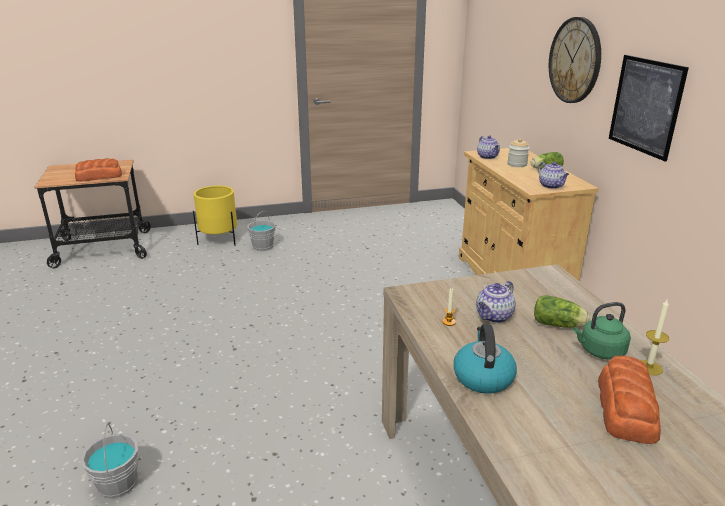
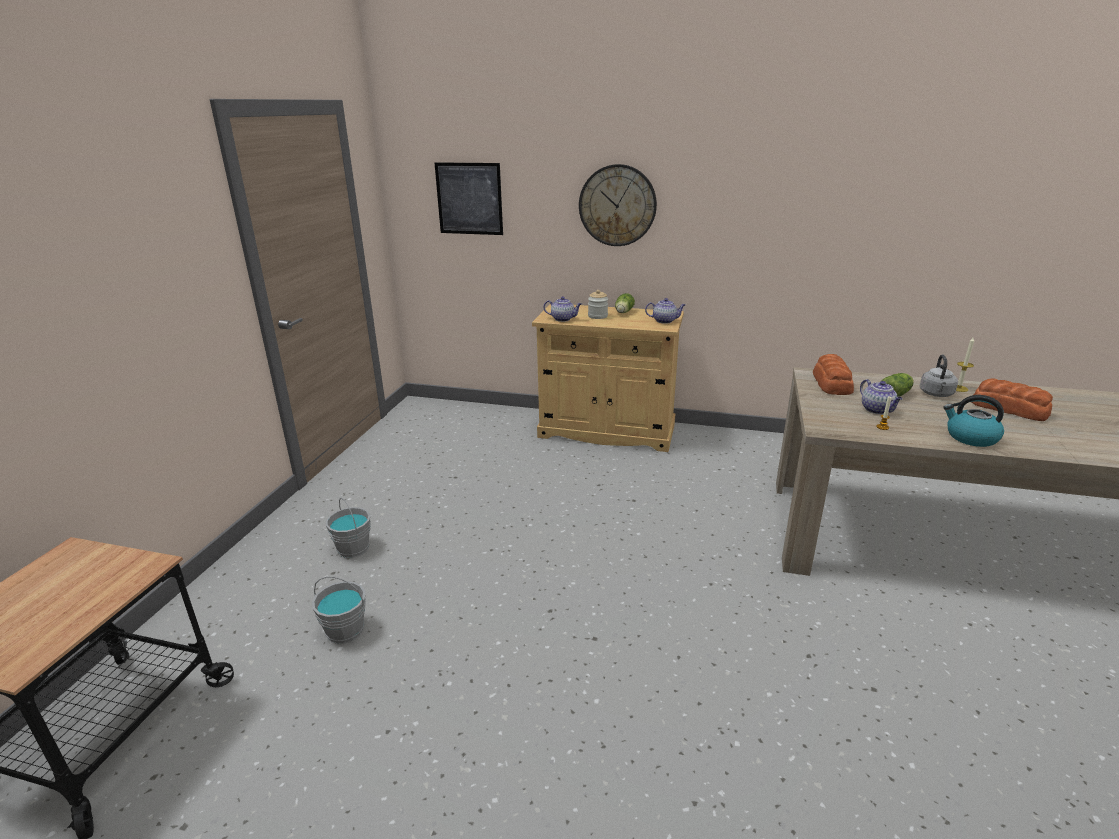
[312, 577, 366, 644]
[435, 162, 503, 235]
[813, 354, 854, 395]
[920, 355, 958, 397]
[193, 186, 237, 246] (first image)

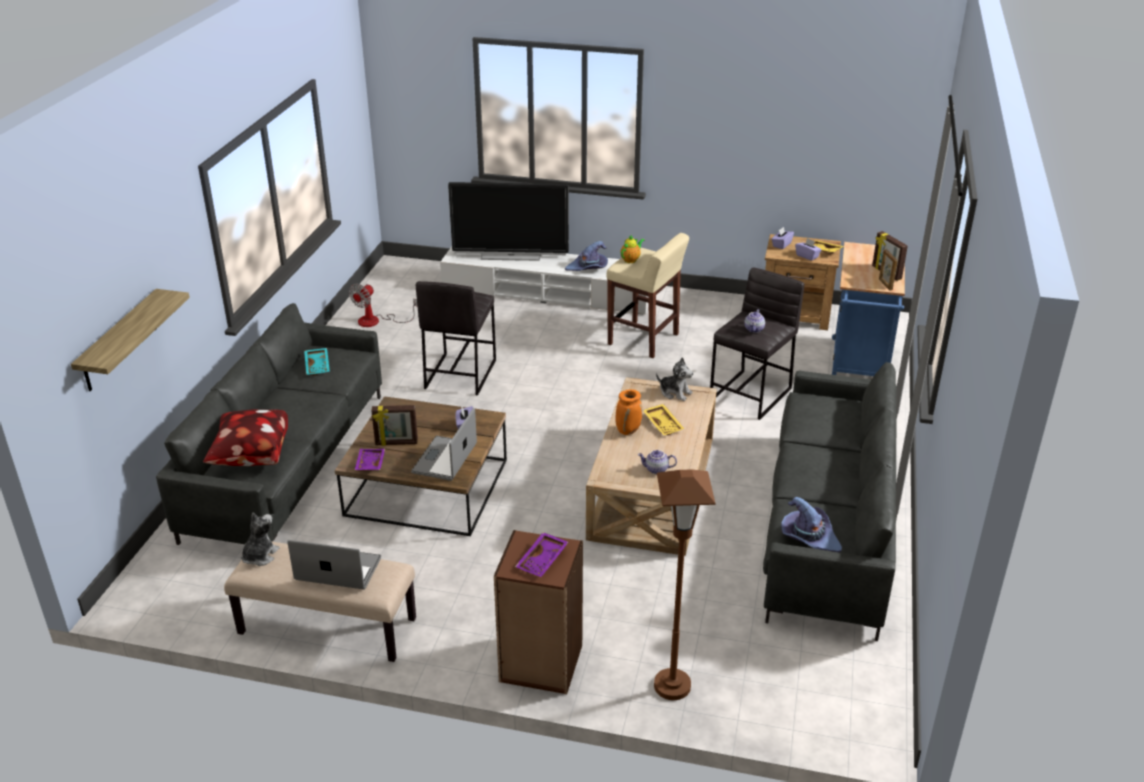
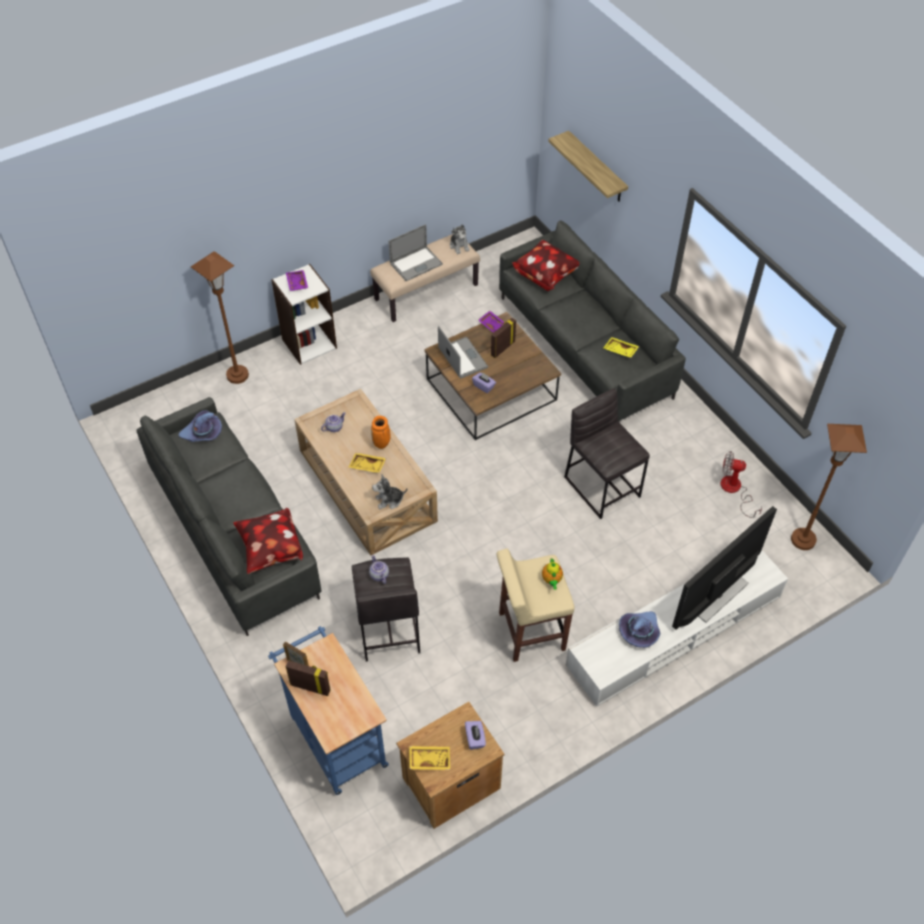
[233, 508, 303, 574]
[271, 264, 337, 365]
[603, 337, 639, 358]
[721, 451, 762, 518]
[791, 424, 867, 550]
[795, 238, 822, 261] (first image)

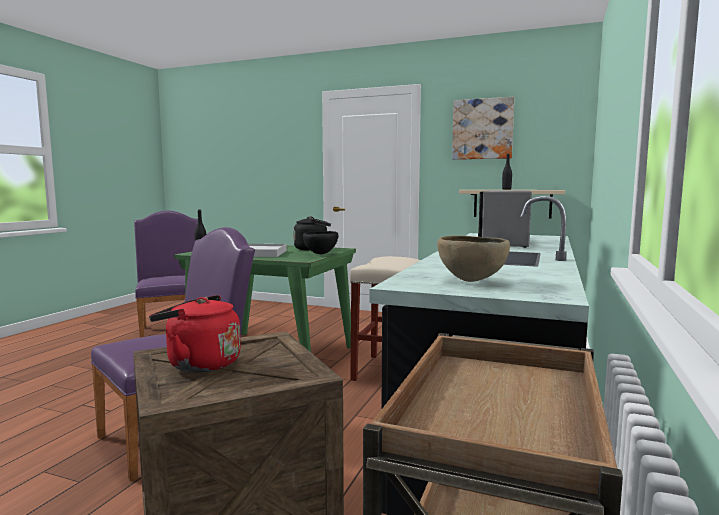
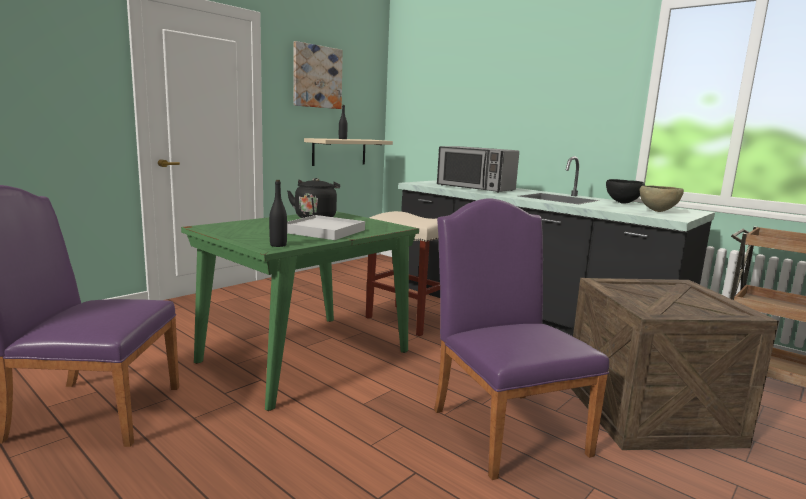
[606, 179, 645, 204]
[149, 295, 241, 373] (first image)

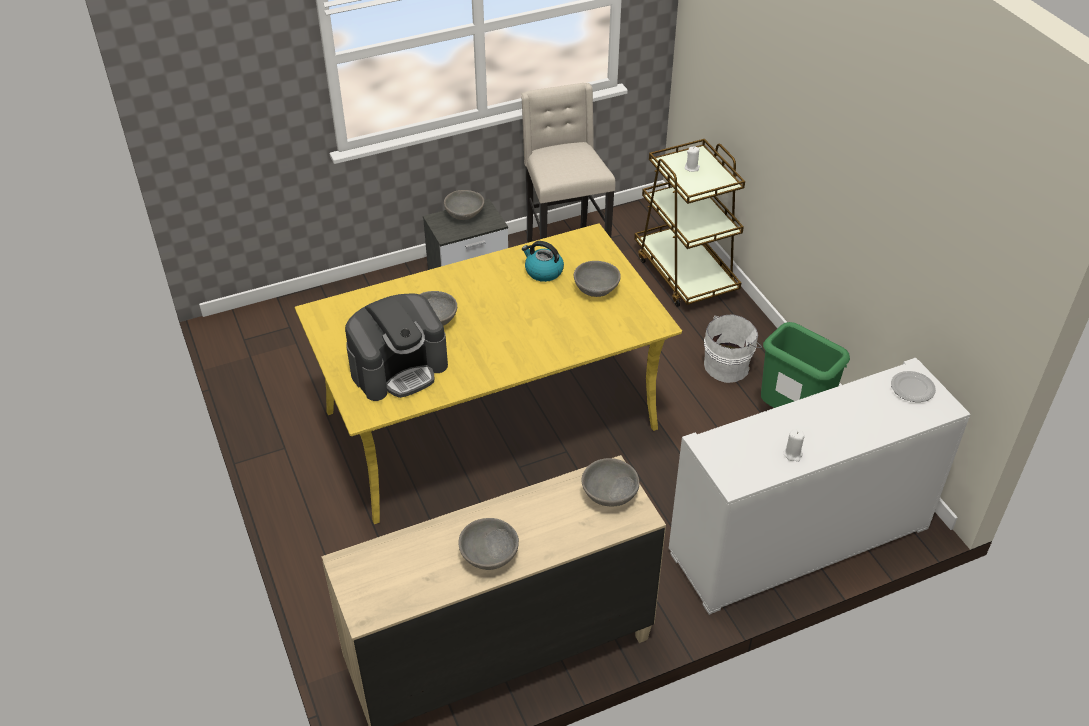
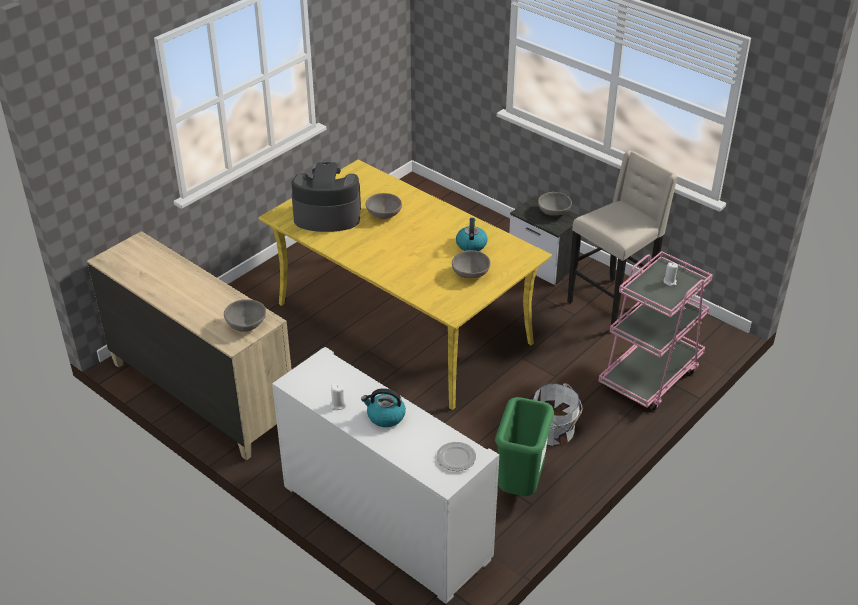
[292, 162, 361, 232]
[361, 388, 406, 427]
[598, 251, 713, 410]
[458, 518, 519, 570] (first image)

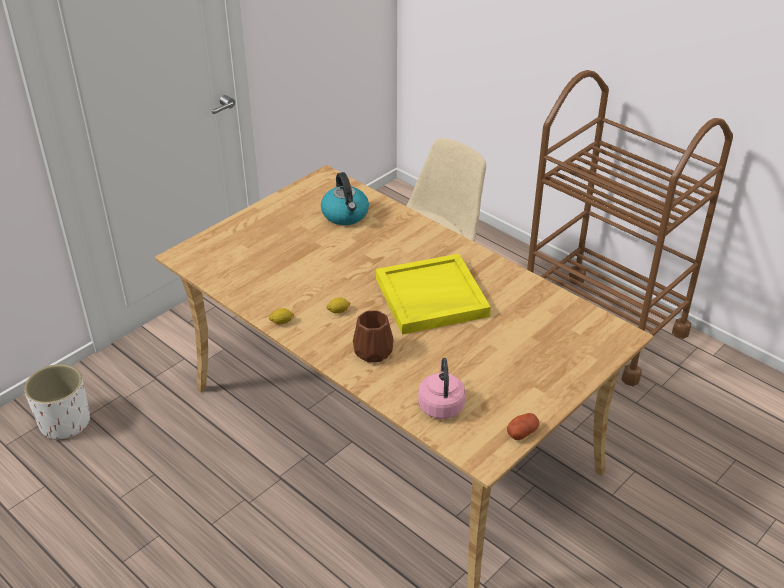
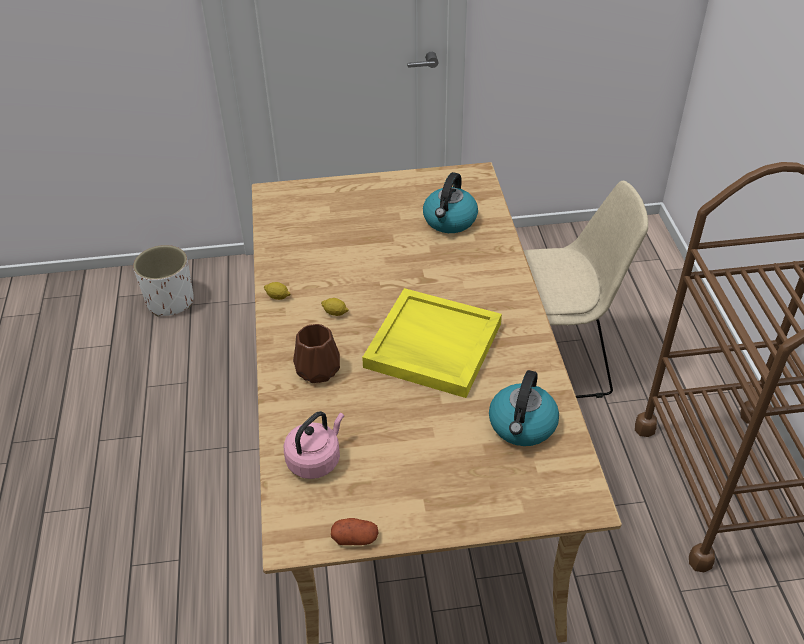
[489, 370, 559, 446]

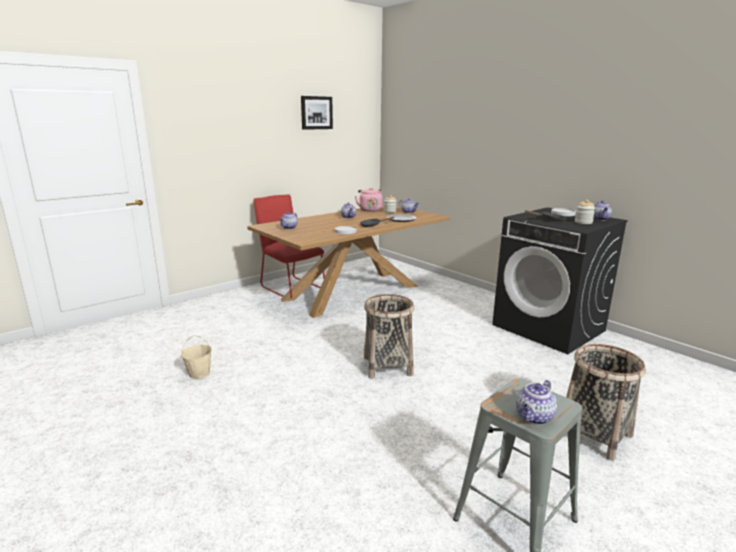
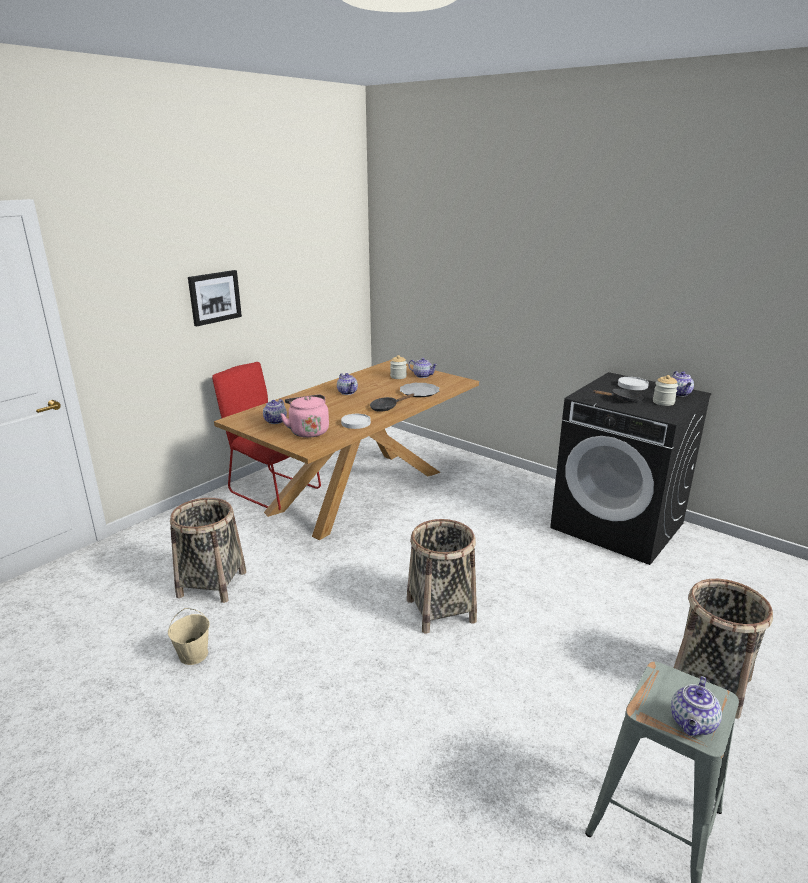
[170, 498, 246, 603]
[188, 270, 242, 326]
[280, 394, 329, 438]

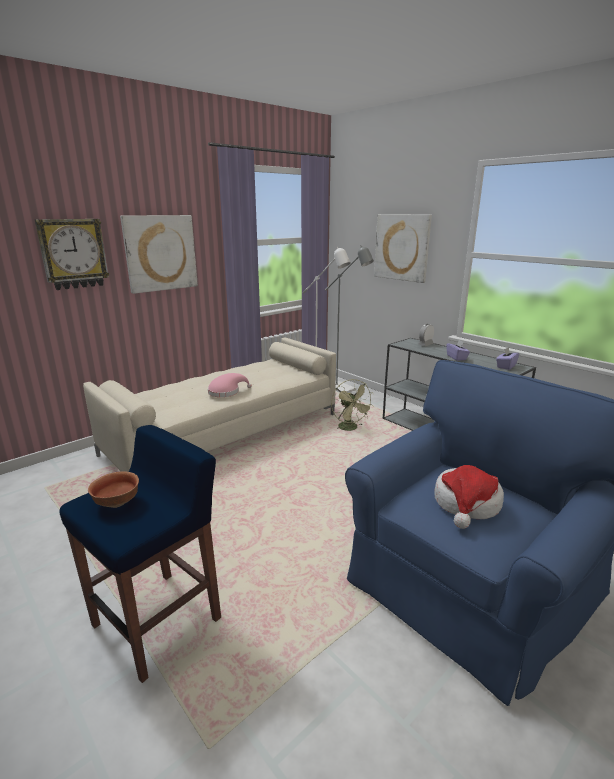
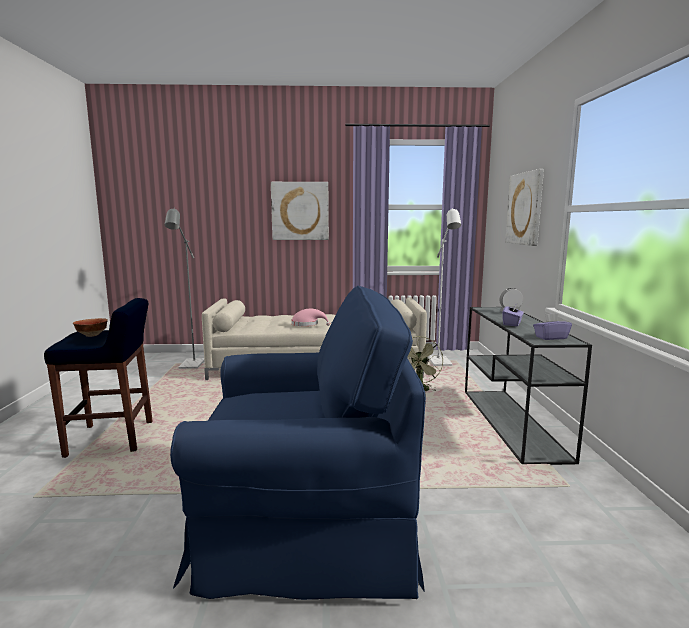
[164, 208, 204, 369]
[35, 219, 109, 290] (first image)
[435, 465, 504, 529] (first image)

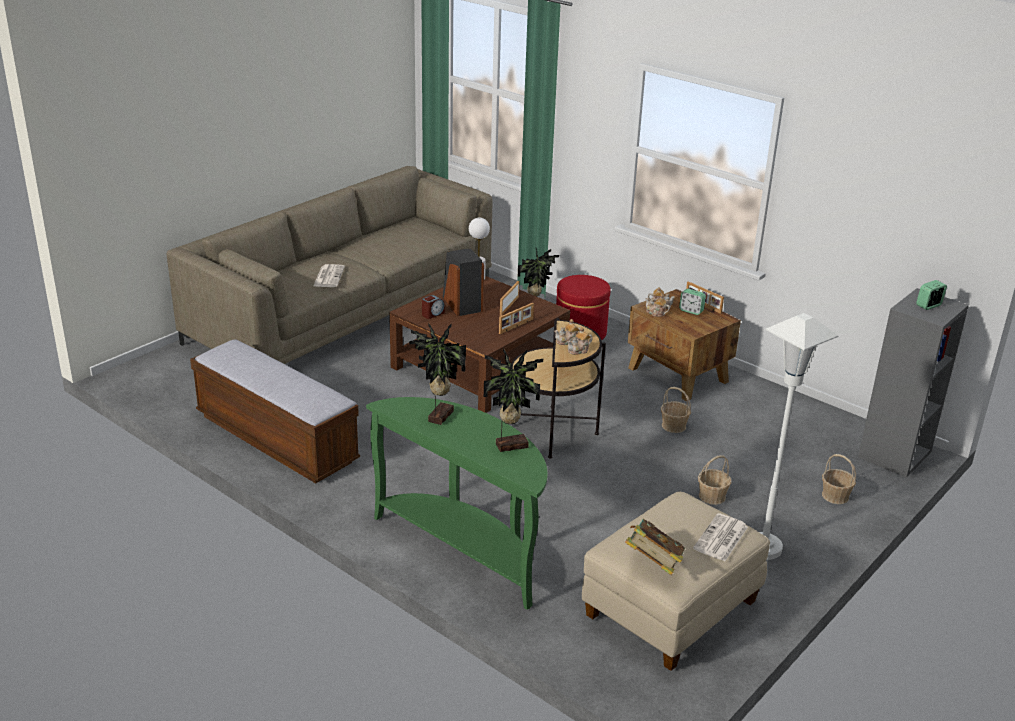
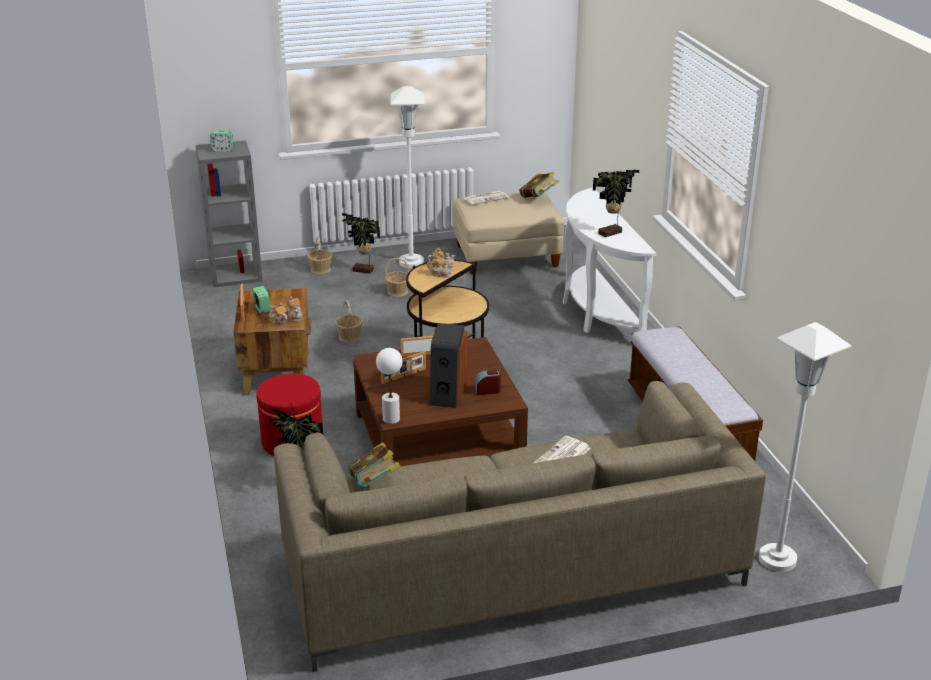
[342, 213, 380, 274]
[348, 442, 401, 487]
[563, 188, 656, 333]
[759, 322, 851, 572]

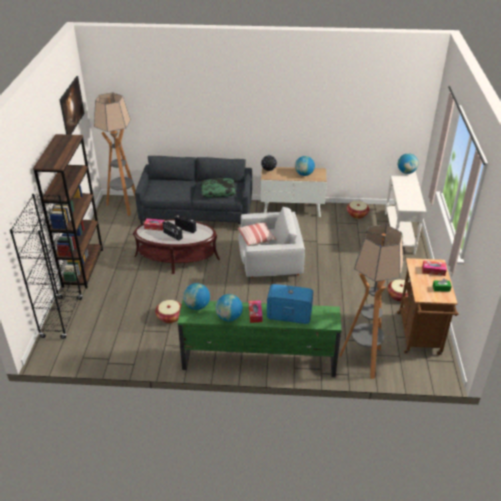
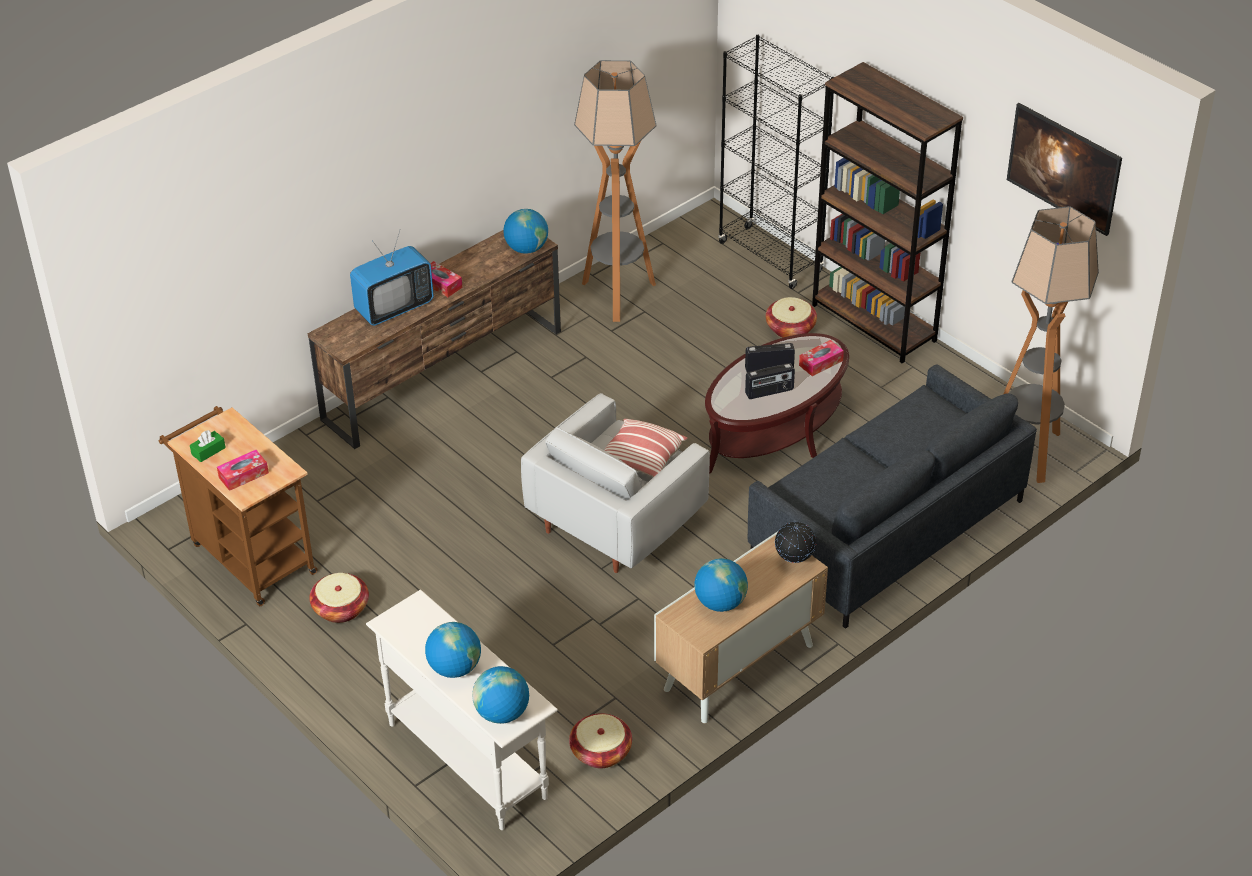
[308, 230, 561, 449]
[425, 622, 481, 678]
[574, 60, 656, 322]
[766, 297, 817, 338]
[200, 178, 236, 197] (first image)

